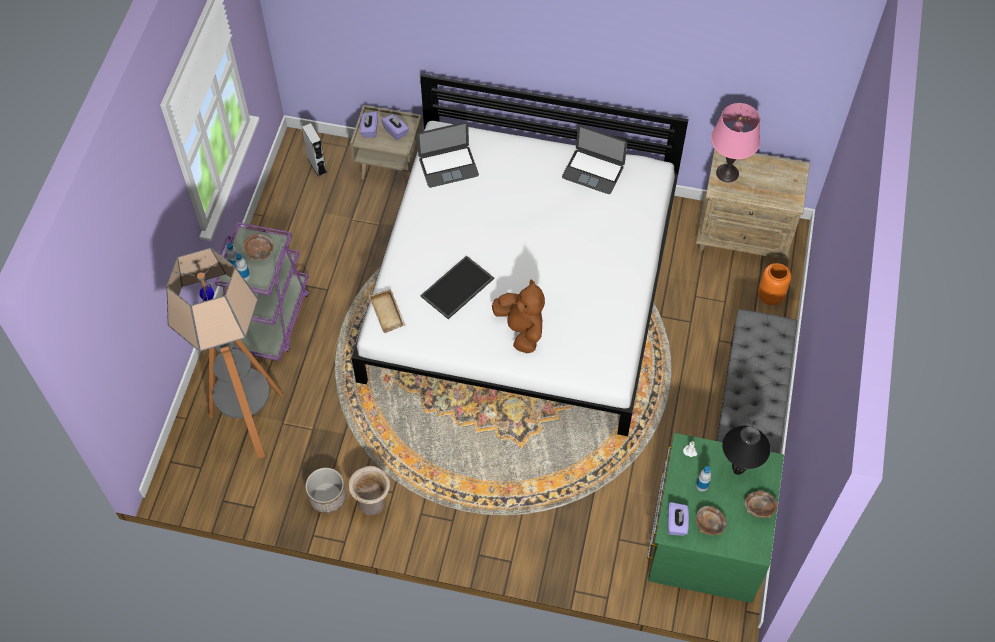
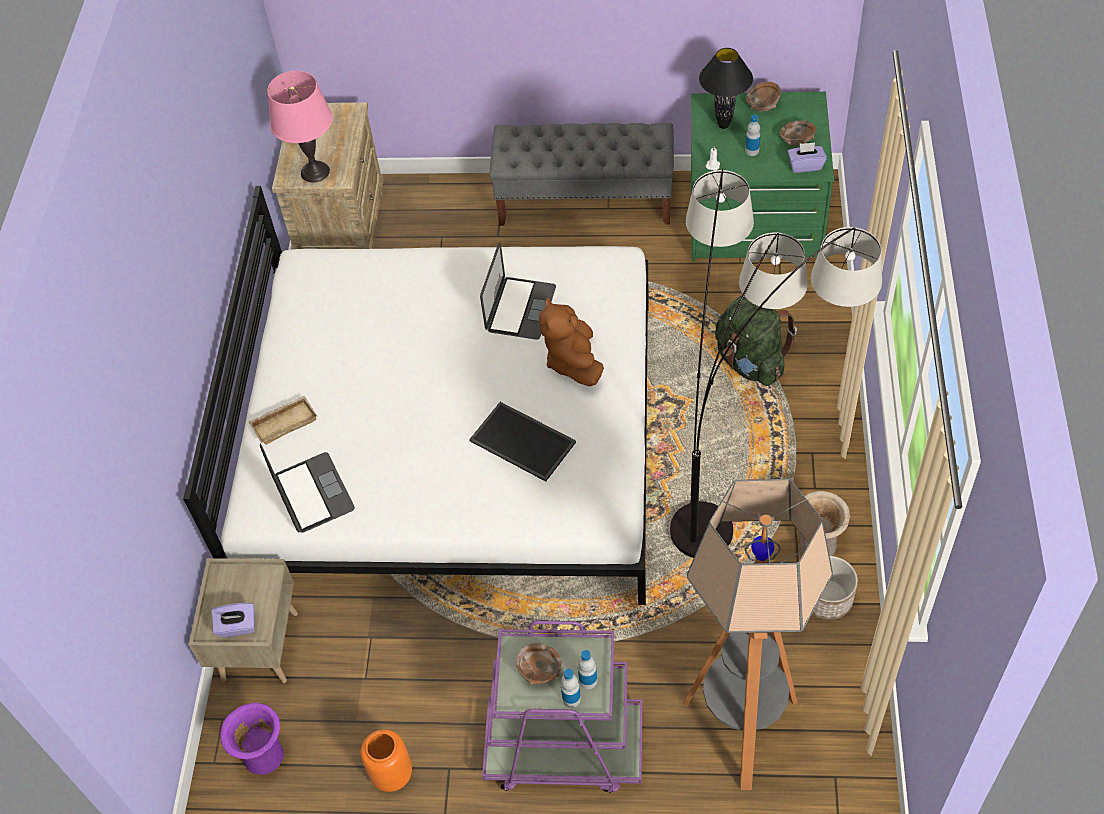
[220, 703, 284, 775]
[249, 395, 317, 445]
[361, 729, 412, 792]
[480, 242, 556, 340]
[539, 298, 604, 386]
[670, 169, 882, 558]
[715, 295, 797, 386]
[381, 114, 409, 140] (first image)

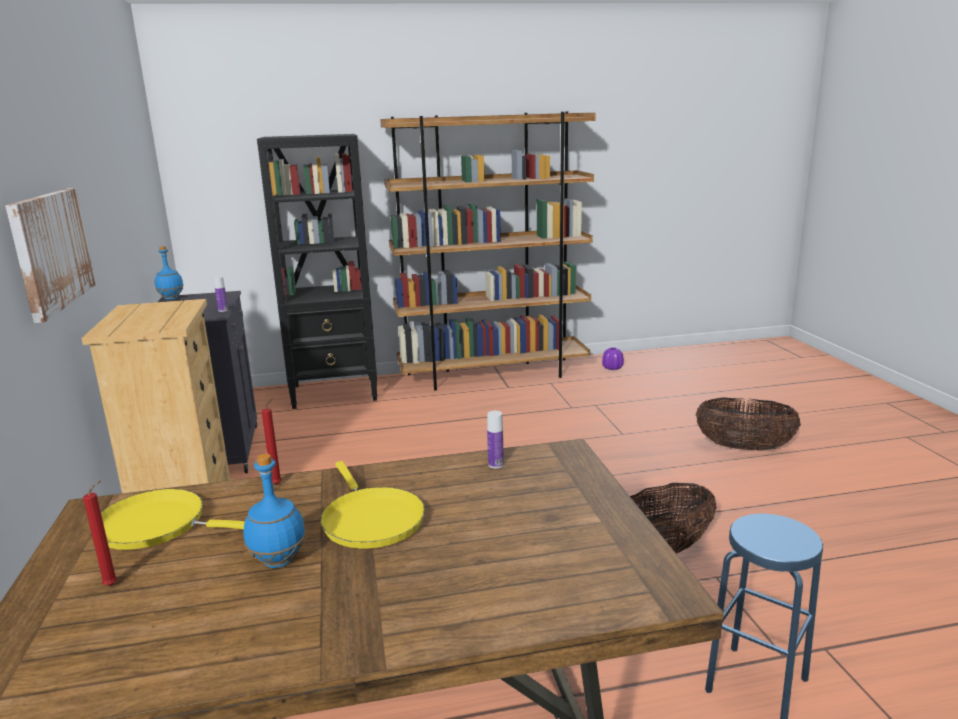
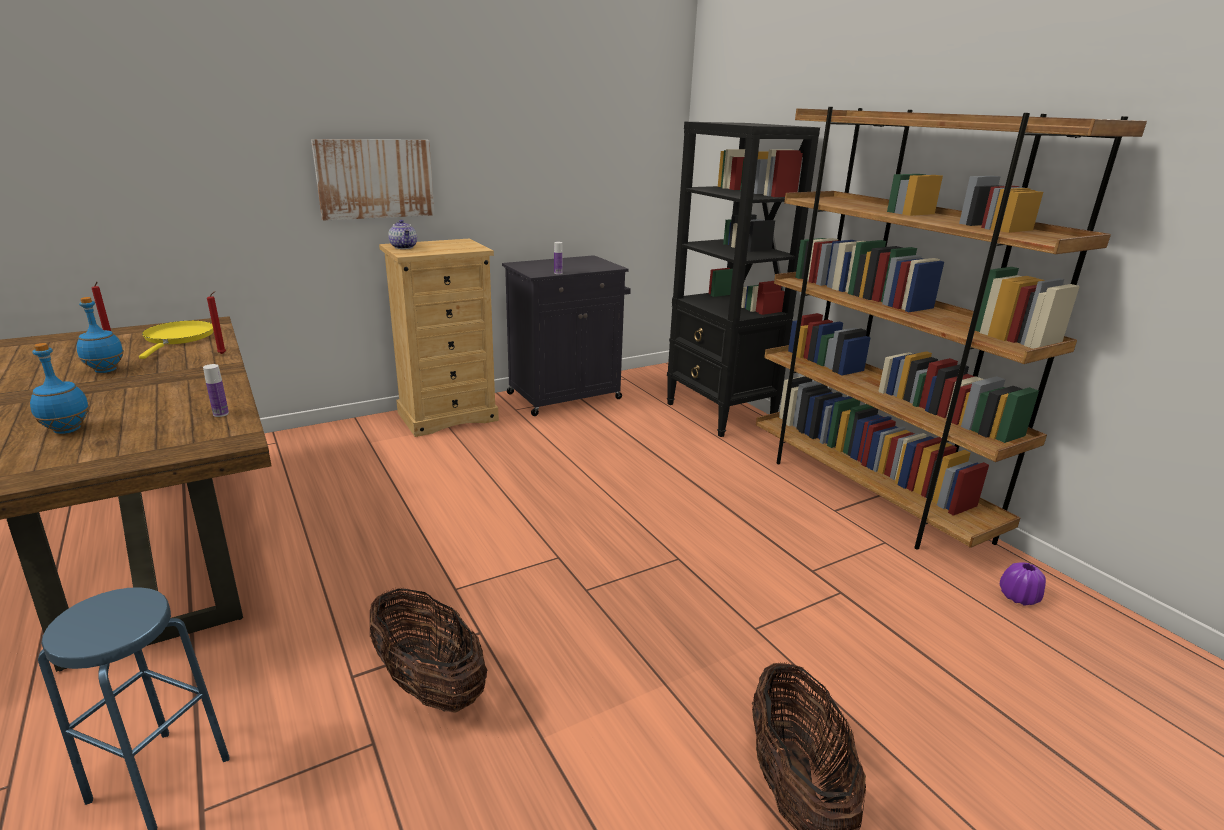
[30, 343, 89, 434]
[388, 220, 417, 249]
[320, 461, 425, 549] (first image)

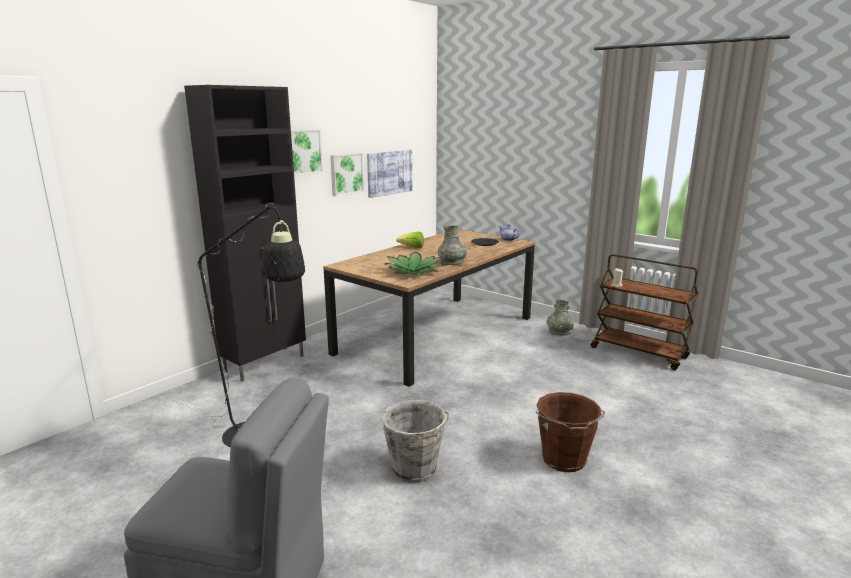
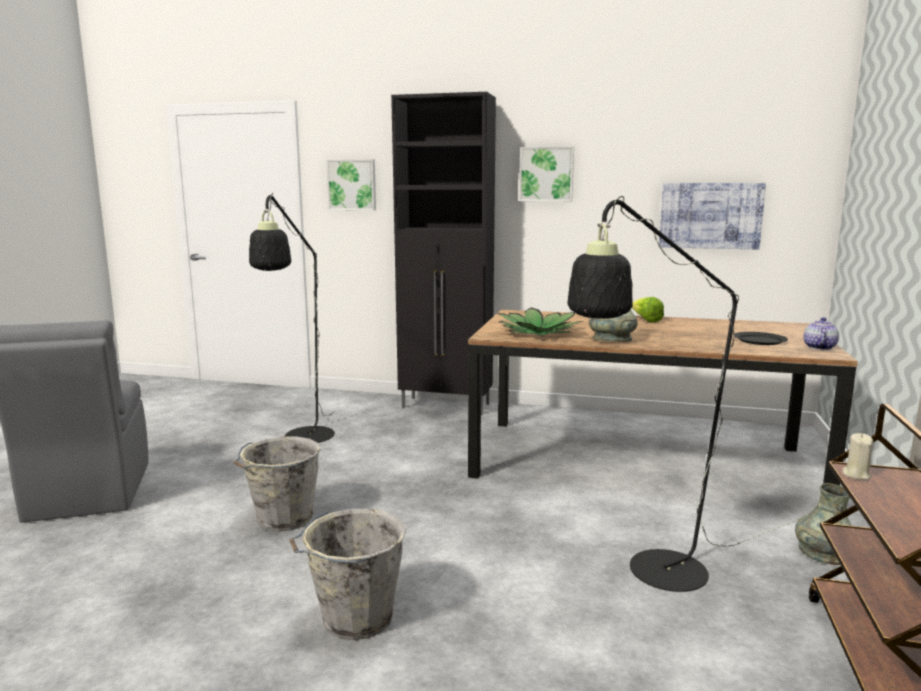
[290, 509, 406, 640]
[326, 159, 376, 211]
[567, 196, 798, 592]

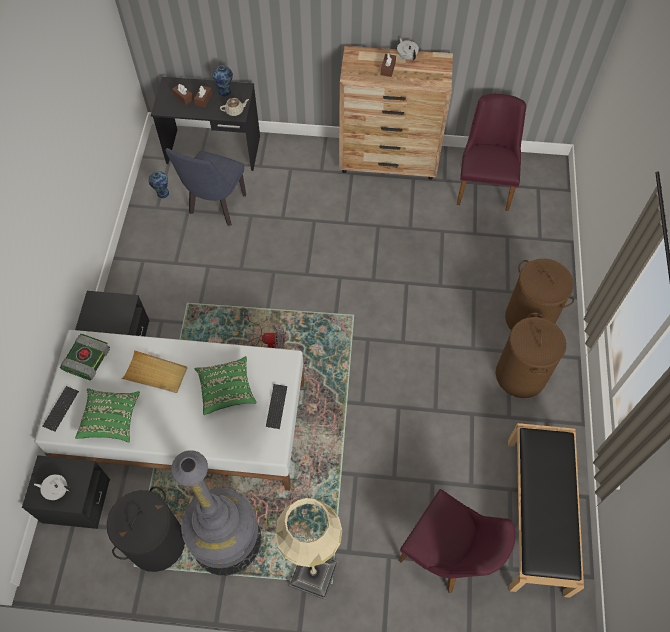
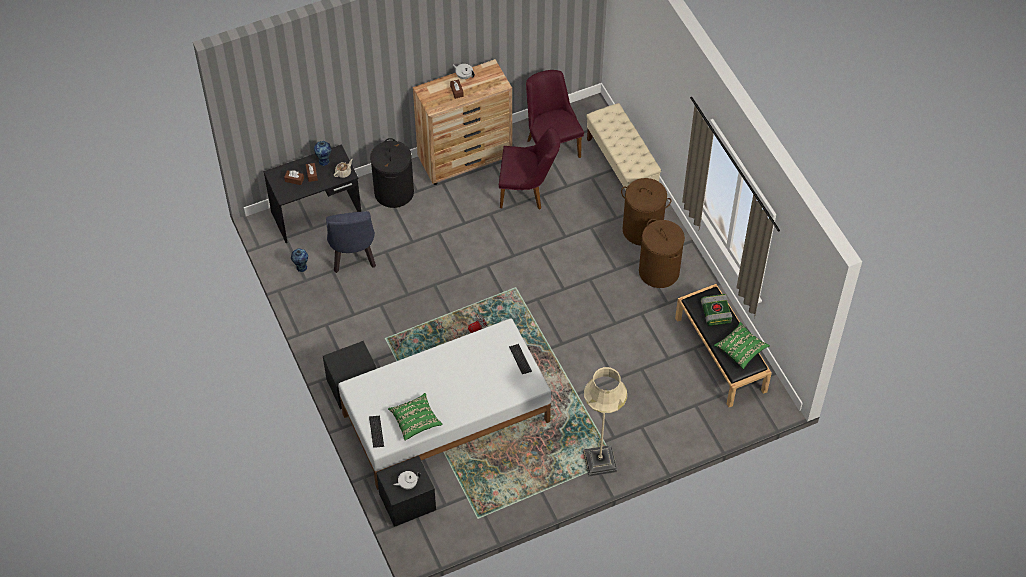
[370, 138, 414, 208]
[499, 127, 560, 210]
[586, 103, 661, 190]
[701, 294, 732, 326]
[714, 322, 770, 369]
[121, 350, 187, 393] (first image)
[171, 450, 261, 576] (first image)

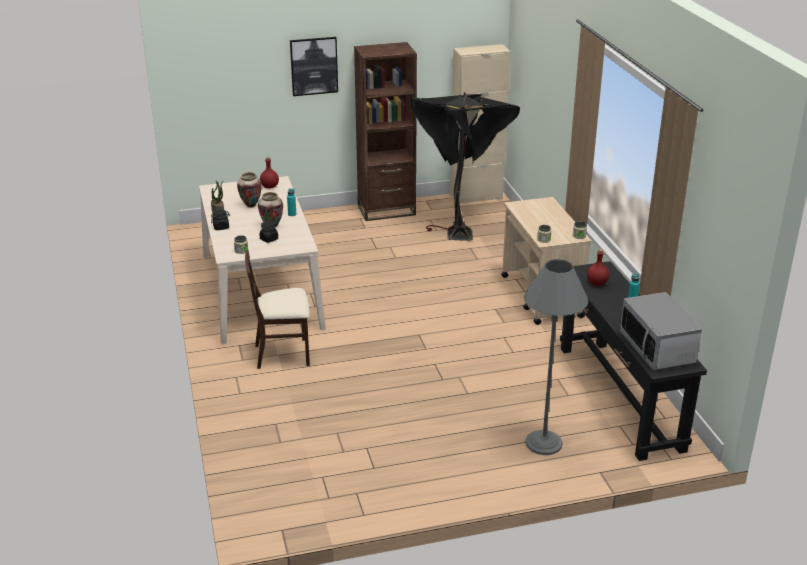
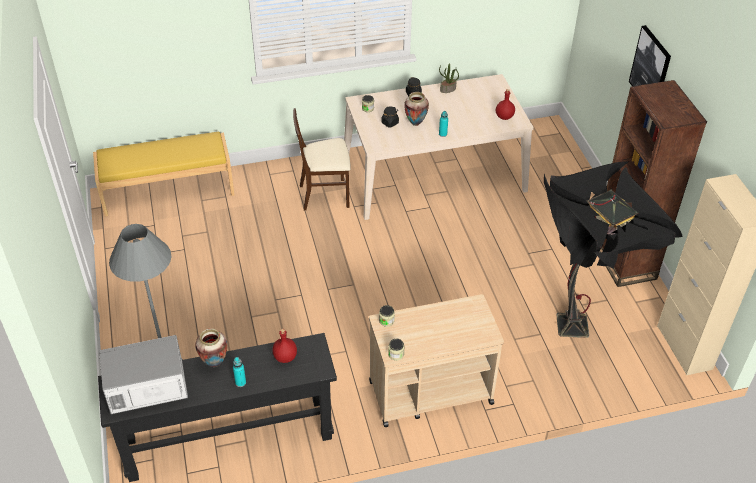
[93, 132, 235, 217]
[195, 328, 227, 367]
[293, 108, 351, 210]

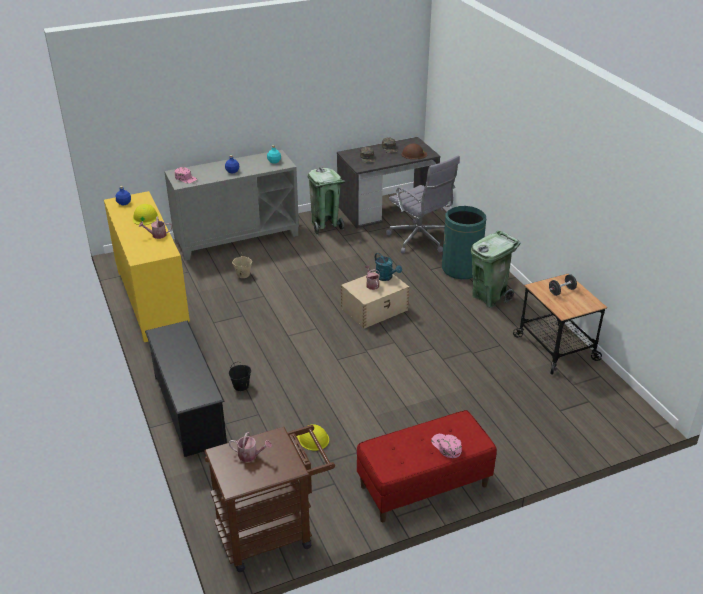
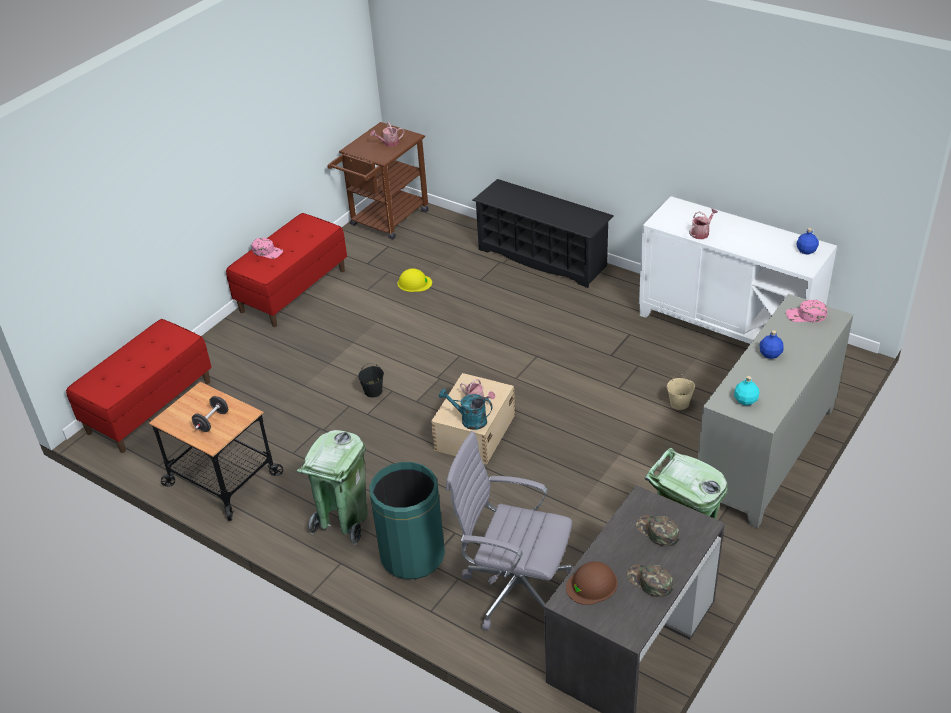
[66, 319, 212, 453]
[358, 363, 384, 398]
[639, 196, 837, 344]
[133, 204, 158, 225] (first image)

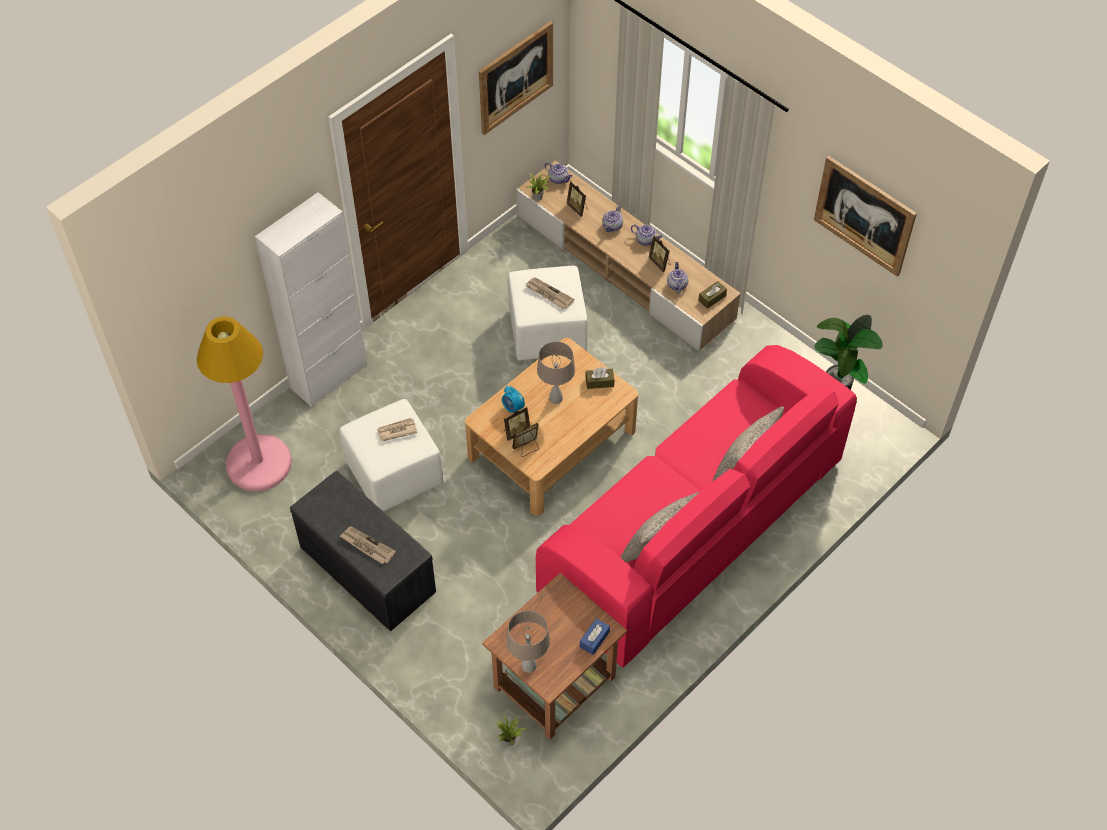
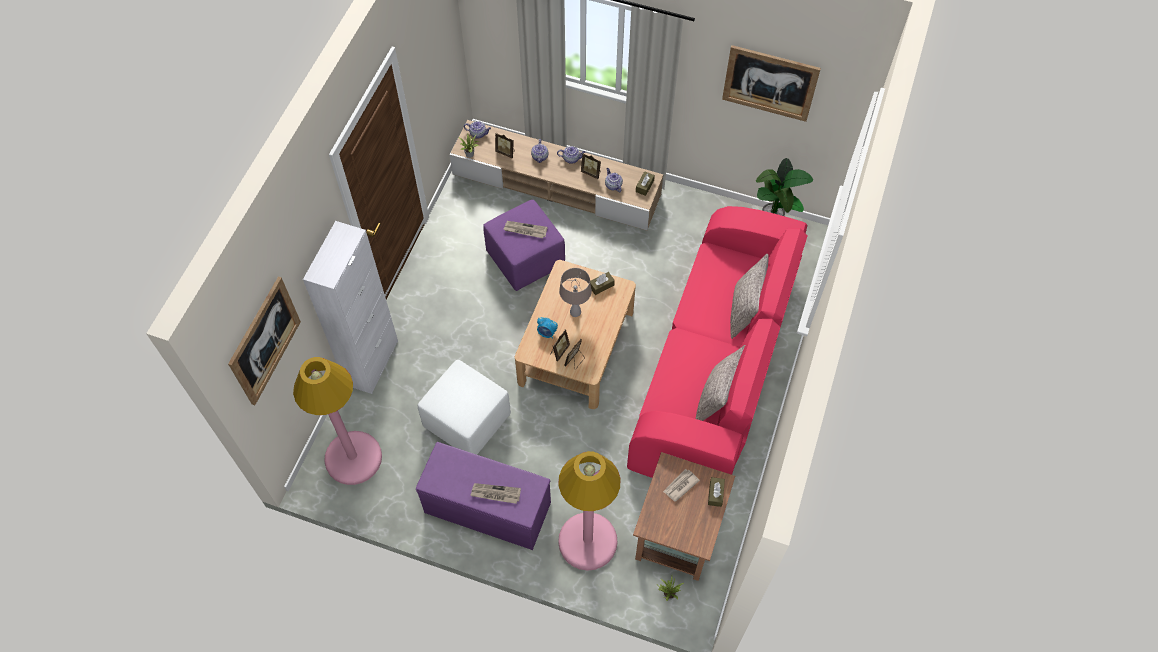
[228, 276, 301, 405]
[416, 442, 551, 550]
[483, 200, 565, 291]
[558, 451, 620, 571]
[663, 469, 700, 502]
[708, 477, 725, 507]
[506, 610, 550, 673] (first image)

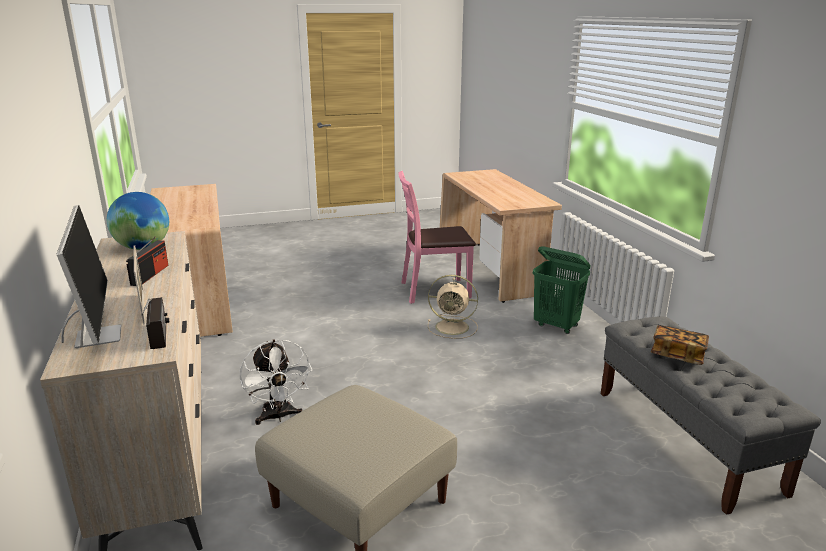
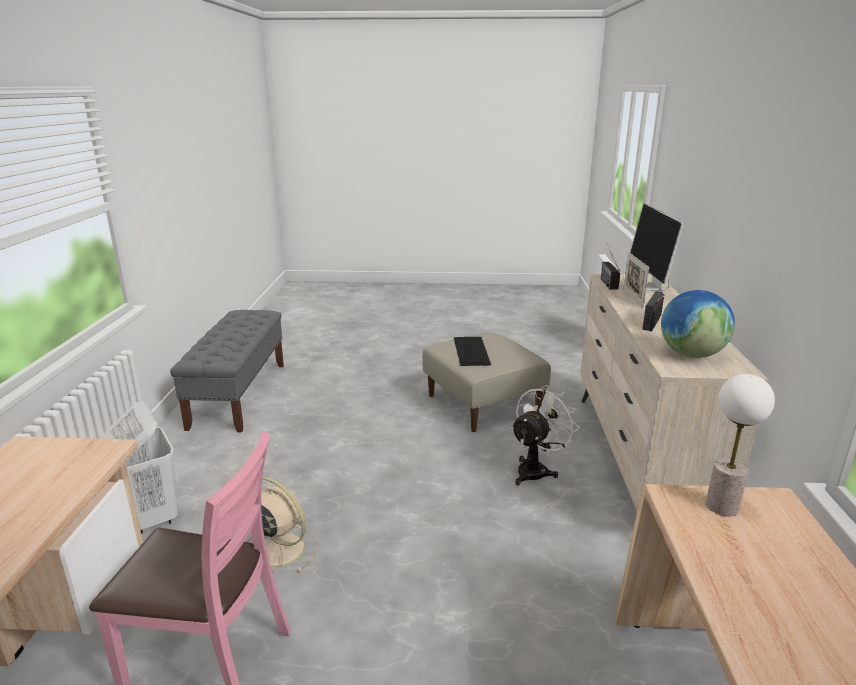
[102, 402, 177, 534]
[454, 337, 491, 366]
[511, 385, 580, 485]
[706, 374, 775, 516]
[651, 325, 709, 365] (first image)

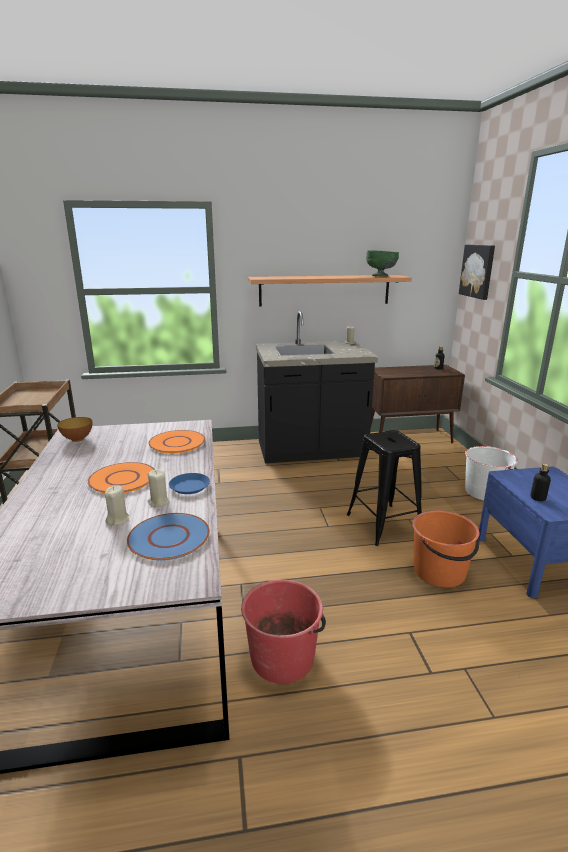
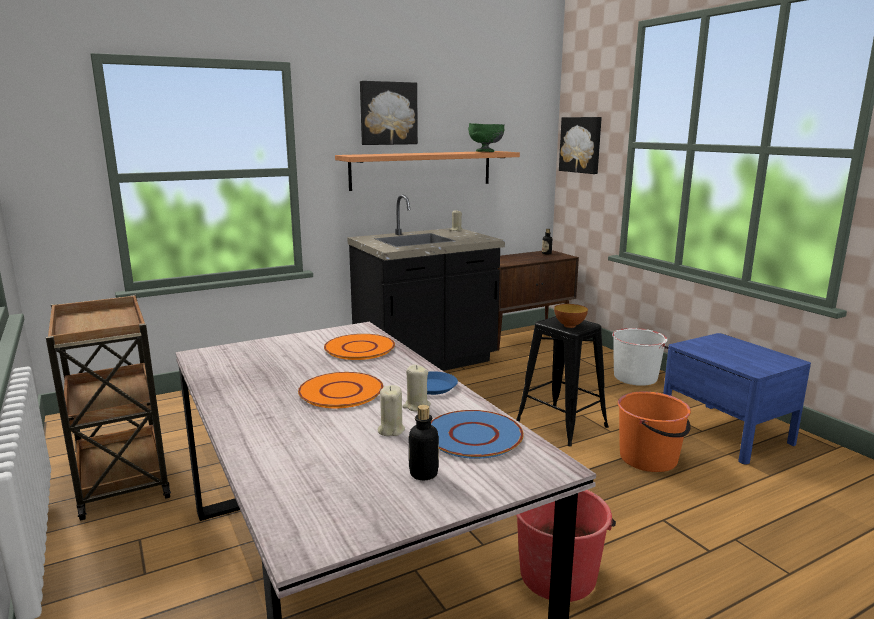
[360, 81, 418, 145]
[409, 405, 439, 480]
[554, 304, 588, 328]

